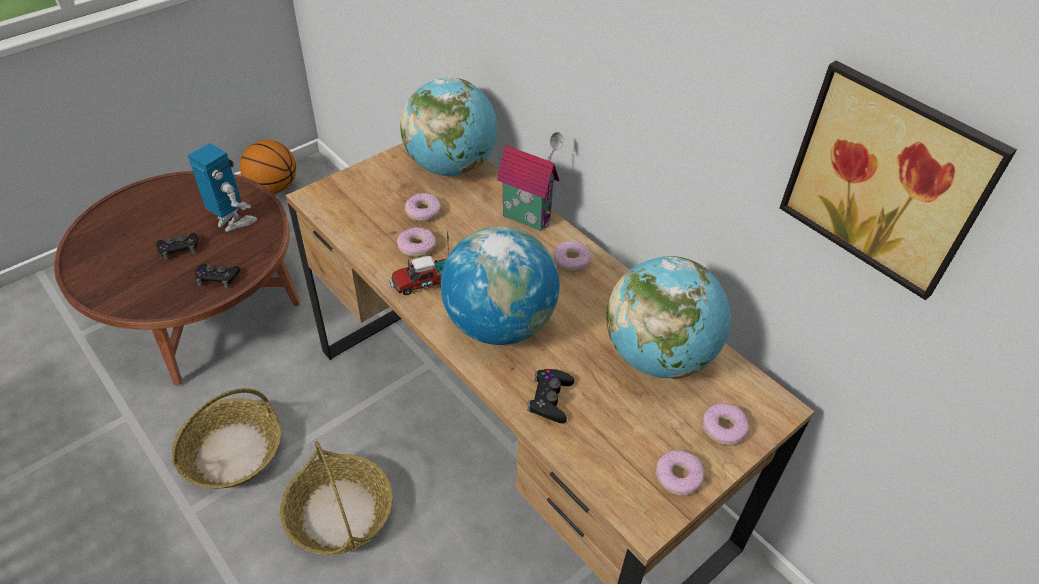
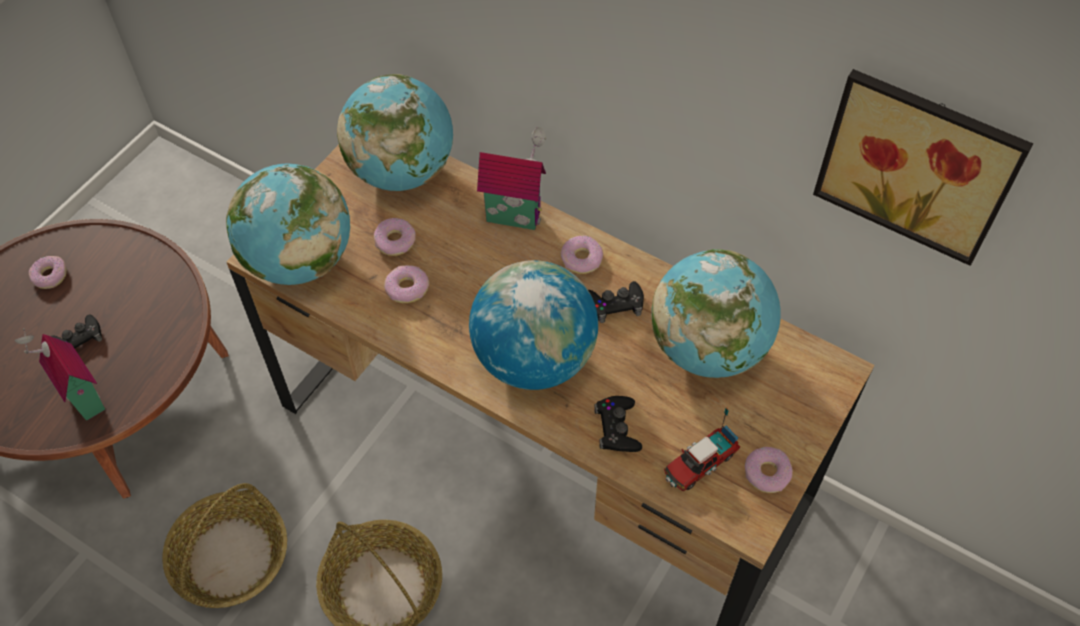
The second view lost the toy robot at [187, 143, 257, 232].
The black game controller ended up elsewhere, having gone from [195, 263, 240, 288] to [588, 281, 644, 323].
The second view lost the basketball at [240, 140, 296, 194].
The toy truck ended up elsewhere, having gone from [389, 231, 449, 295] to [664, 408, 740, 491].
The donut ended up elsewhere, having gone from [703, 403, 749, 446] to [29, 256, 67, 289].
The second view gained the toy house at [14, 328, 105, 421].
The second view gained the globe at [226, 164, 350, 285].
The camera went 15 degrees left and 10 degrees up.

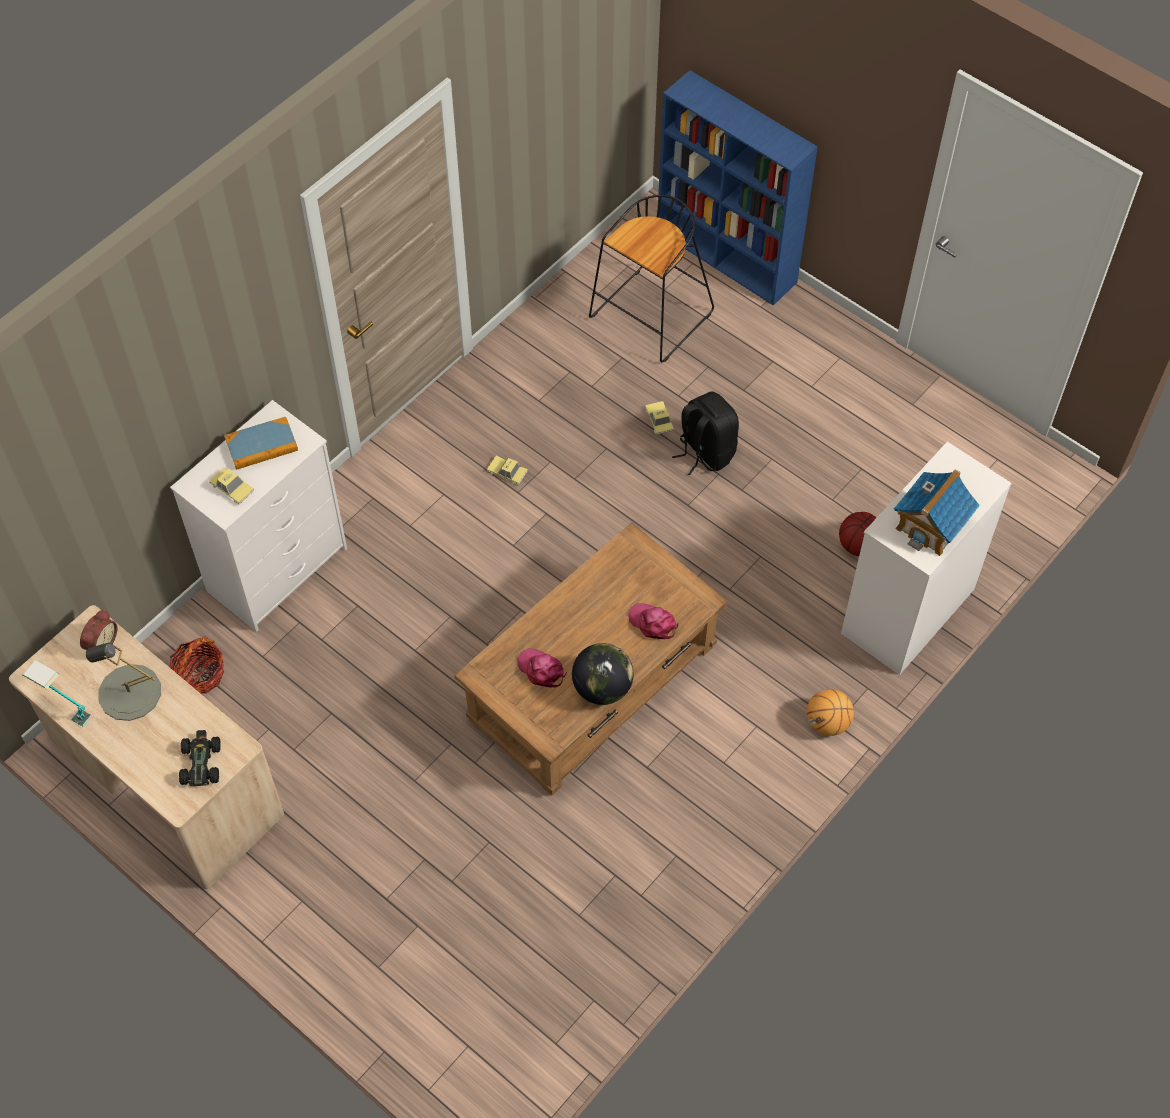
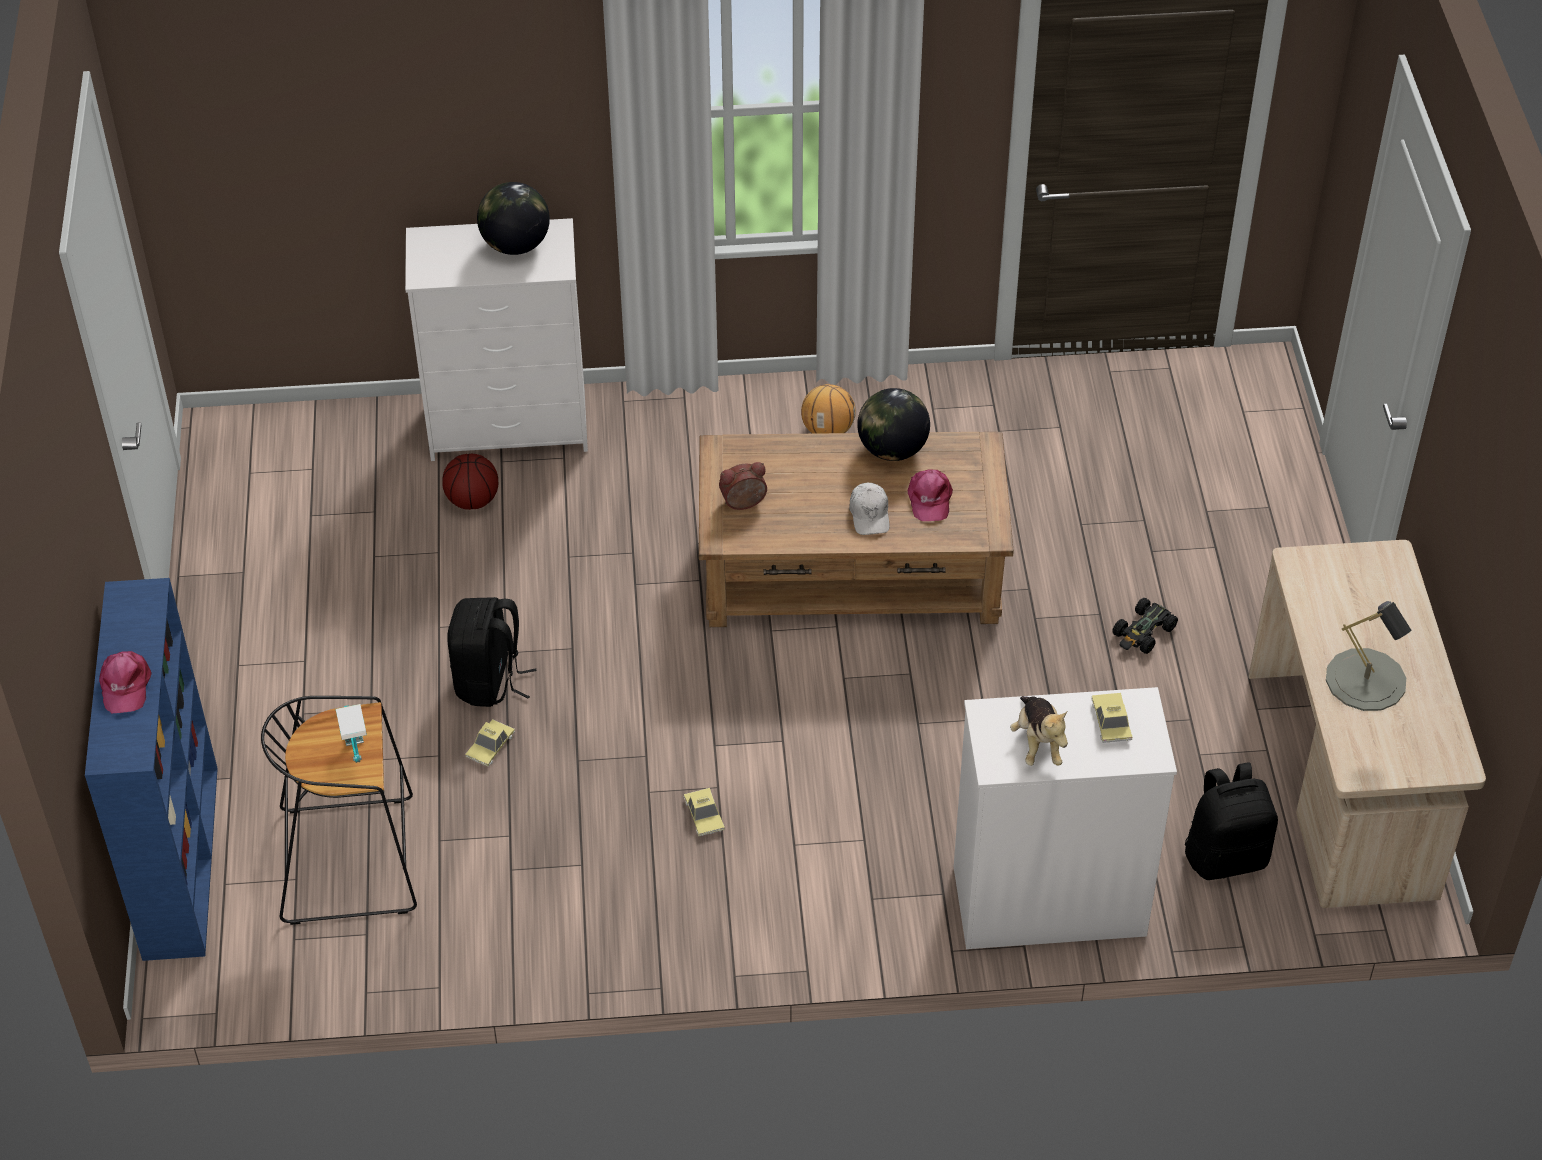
The table lamp ended up elsewhere, having gone from [23, 660, 92, 727] to [336, 704, 367, 763].
The alarm clock ended up elsewhere, having gone from [80, 610, 117, 650] to [719, 462, 767, 510].
Where the basket stood at [170, 636, 224, 693], the black backpack came to stand at [1185, 762, 1278, 880].
The black toy car ended up elsewhere, having gone from [179, 730, 221, 786] to [1113, 598, 1178, 654].
Where the book stood at [224, 417, 298, 470], the plush toy came to stand at [1010, 696, 1068, 766].
The pink cap ended up elsewhere, having gone from [628, 603, 679, 640] to [99, 651, 152, 713].
The basketball ended up elsewhere, having gone from [807, 689, 854, 736] to [801, 384, 856, 434].
Where the toy house stood at [894, 469, 980, 556], the globe came to stand at [477, 182, 550, 255].
The second view gained the white cap at [849, 483, 889, 535].
The camera went 135 degrees left and 10 degrees down.

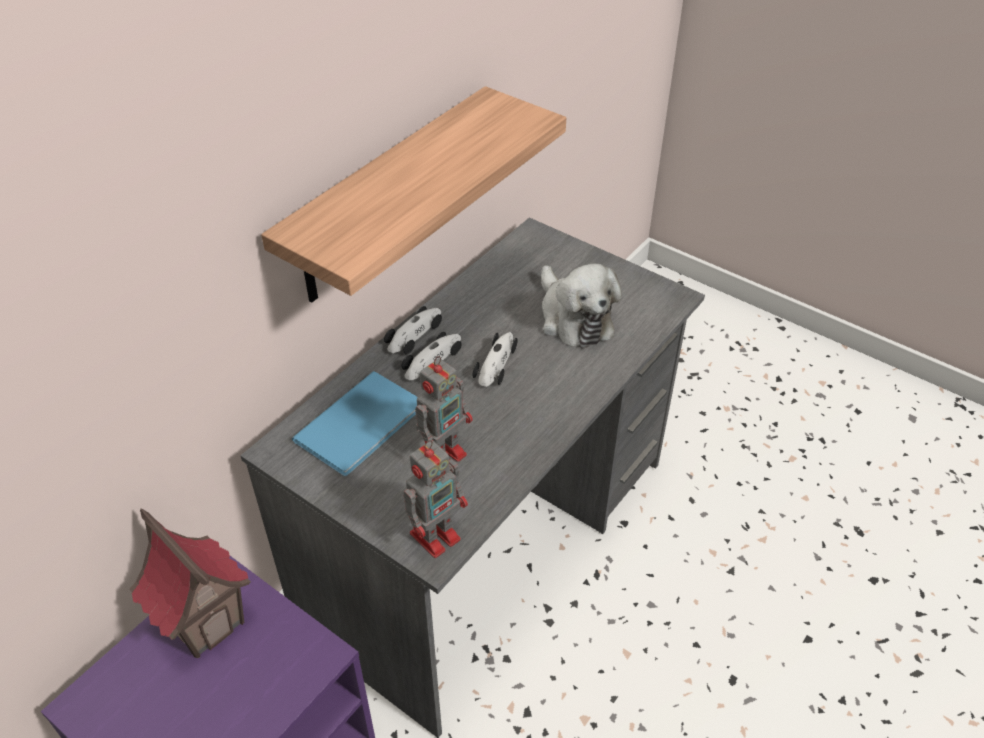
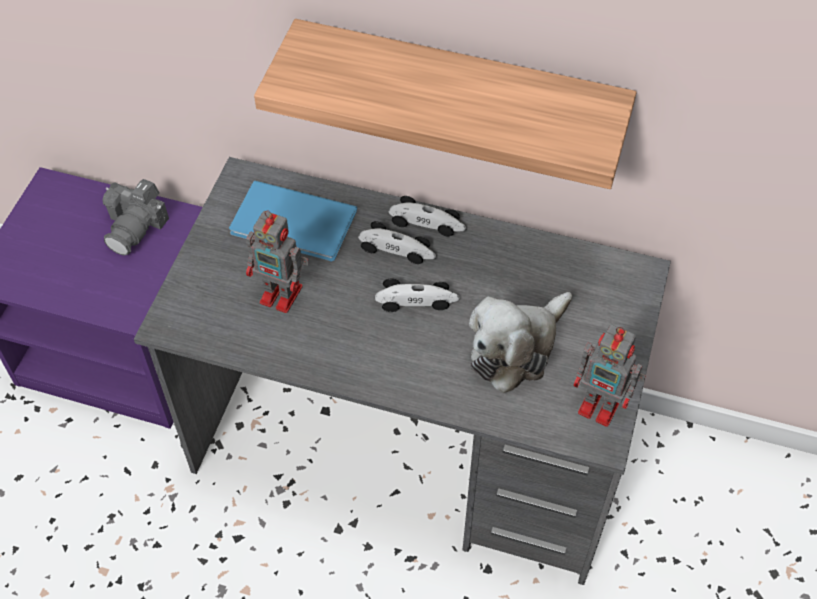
Where the toy house stood at [129, 508, 251, 658], the photo camera came to stand at [103, 179, 169, 256].
The toy robot ended up elsewhere, having gone from [403, 440, 468, 558] to [573, 324, 646, 427].
The camera went 70 degrees right and 10 degrees up.

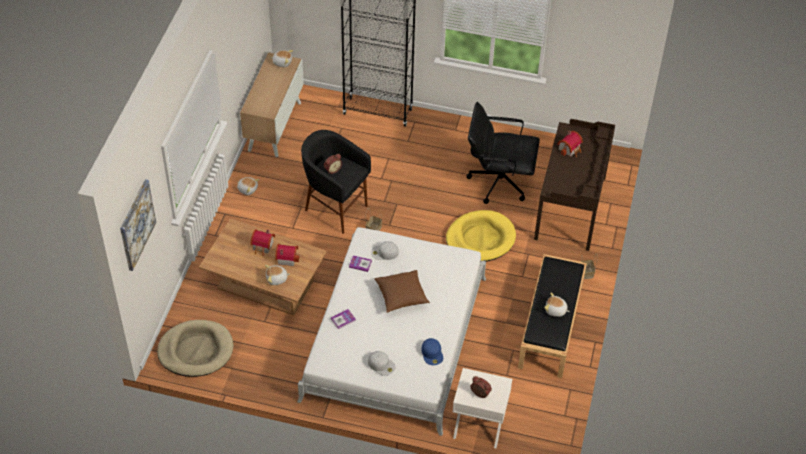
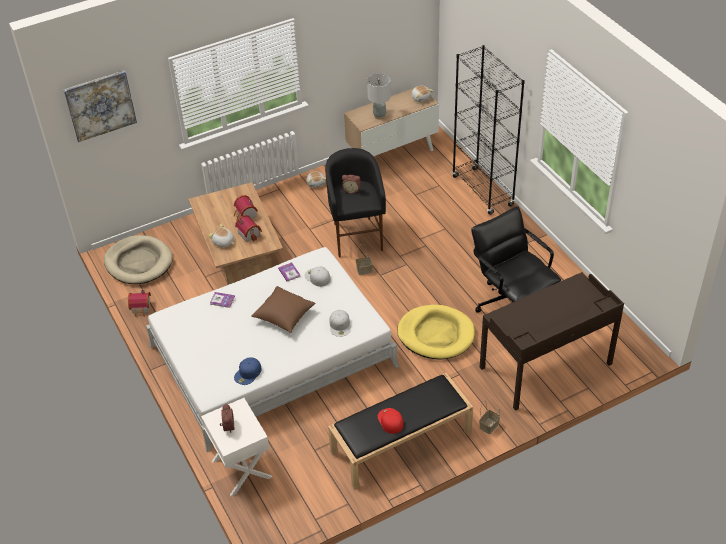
The white cap ended up elsewhere, having gone from [368, 351, 395, 376] to [330, 310, 351, 337].
Where the plush toy stood at [544, 293, 570, 317], the red cap came to stand at [378, 408, 404, 434].
The toy house ended up elsewhere, having gone from [557, 130, 583, 157] to [128, 289, 151, 317].
The second view gained the grey table lamp at [367, 73, 391, 119].
The camera went 50 degrees right and 5 degrees down.

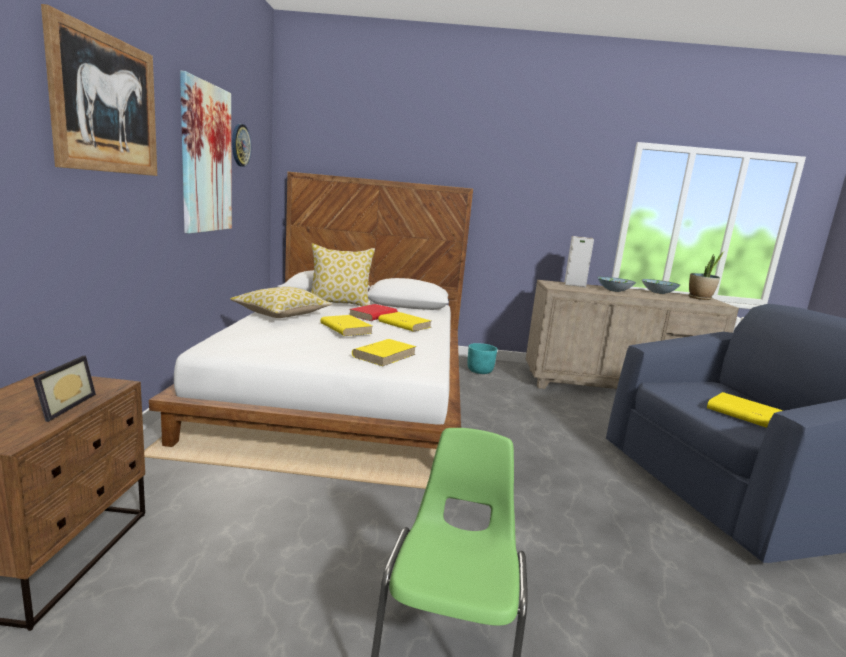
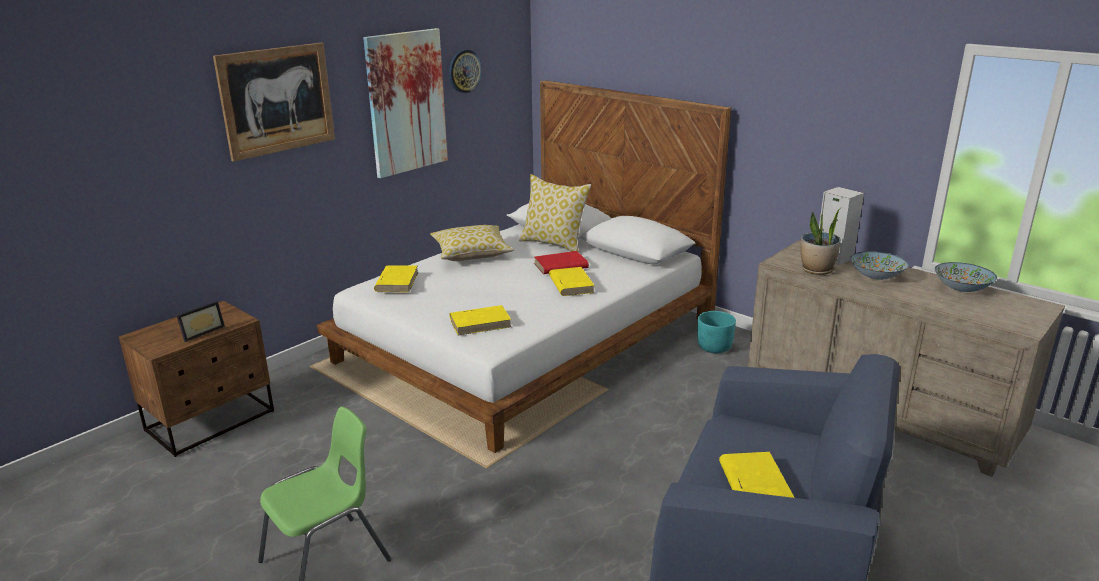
The yellow book ended up elsewhere, having gone from [320, 315, 373, 336] to [374, 266, 418, 292].
The potted plant ended up elsewhere, having gone from [689, 251, 725, 300] to [801, 208, 841, 275].
The camera went 40 degrees right and 10 degrees up.

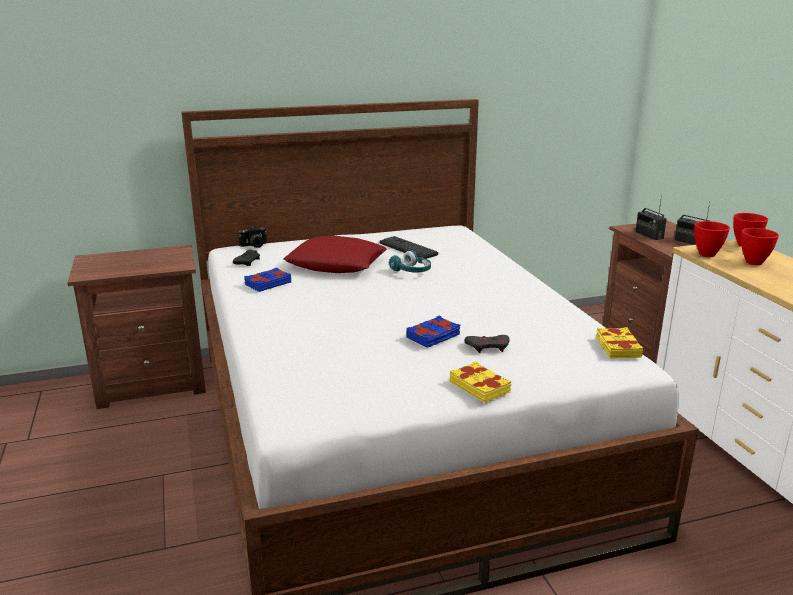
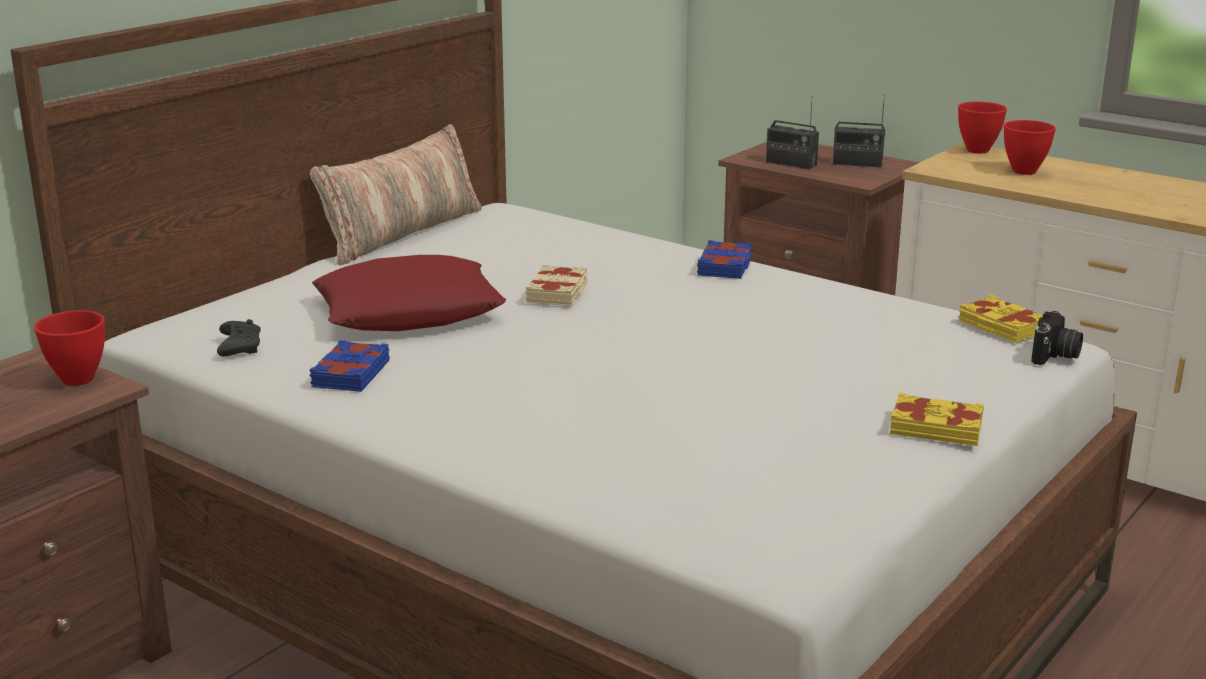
The photo camera ended up elsewhere, having gone from [238, 226, 267, 248] to [1031, 311, 1083, 365].
The second view lost the keyboard at [379, 236, 438, 259].
Where the turquoise headphones stood at [389, 250, 431, 273], the beige book came to stand at [526, 264, 588, 306].
The blue book ended up elsewhere, having gone from [406, 316, 460, 348] to [697, 240, 751, 279].
The second view lost the grey game controller at [465, 335, 510, 353].
The red bowl ended up elsewhere, having gone from [694, 221, 730, 257] to [34, 310, 105, 386].
The second view gained the pillow at [310, 124, 482, 265].
The camera went 35 degrees left and 0 degrees up.

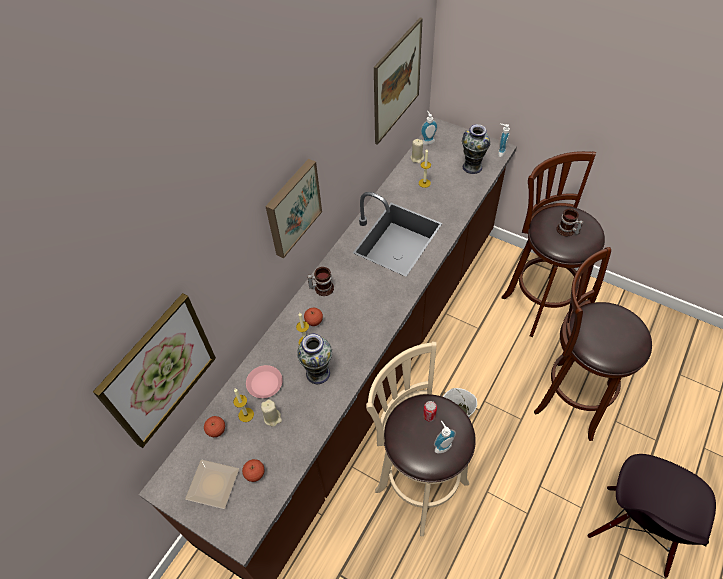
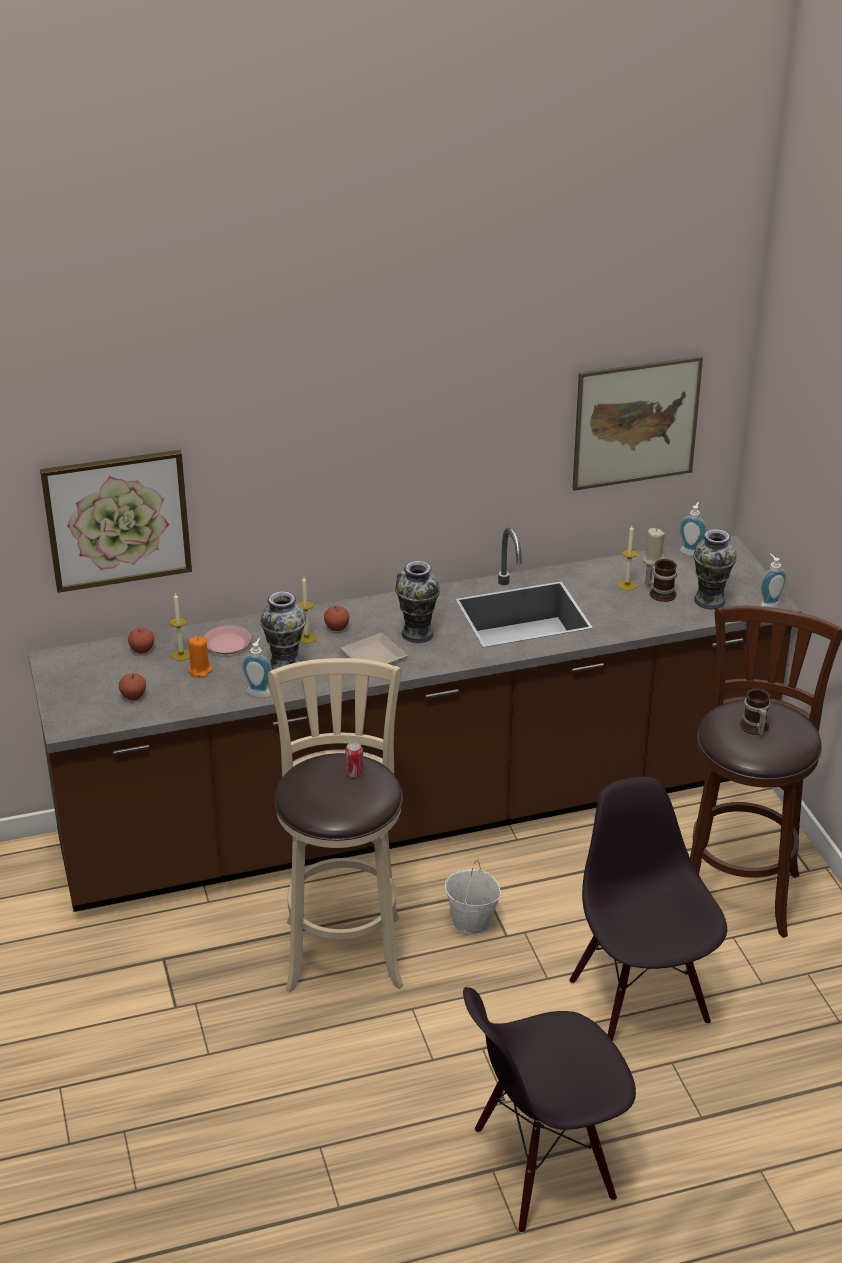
The plate ended up elsewhere, having gone from [185, 459, 239, 509] to [340, 633, 408, 664].
What was the beige candle at [261, 399, 282, 427] turned into the orange candle at [188, 636, 212, 677].
The second view lost the picture at [265, 159, 322, 258].
The mug ended up elsewhere, having gone from [307, 267, 334, 296] to [645, 559, 677, 602].
The soap dispenser ended up elsewhere, having gone from [434, 421, 456, 453] to [242, 637, 272, 698].
Where the brown stool stood at [534, 247, 652, 441], the black chair came to stand at [569, 777, 727, 1041].
The second view gained the vase at [395, 561, 440, 643].
The camera went 40 degrees right and 20 degrees down.

